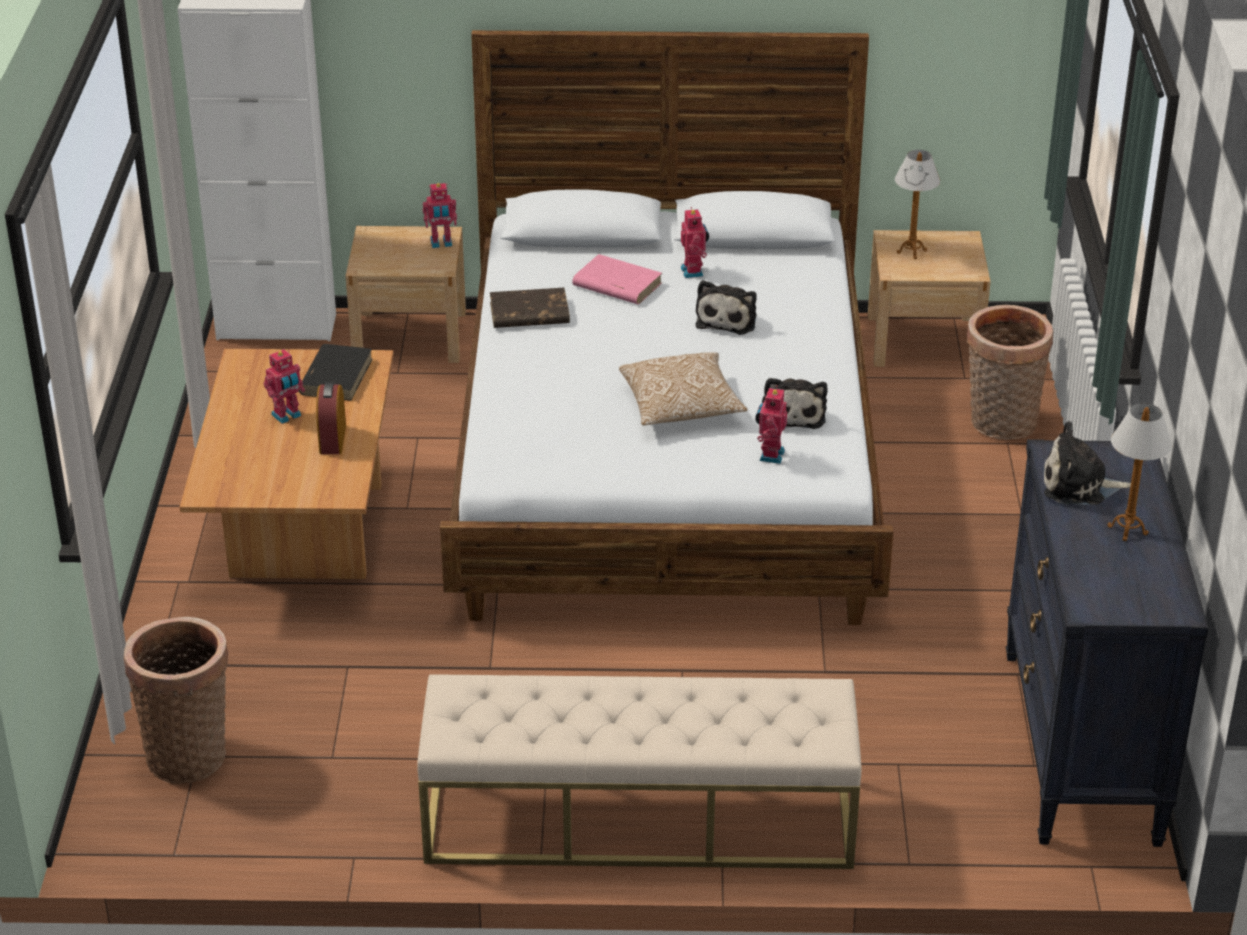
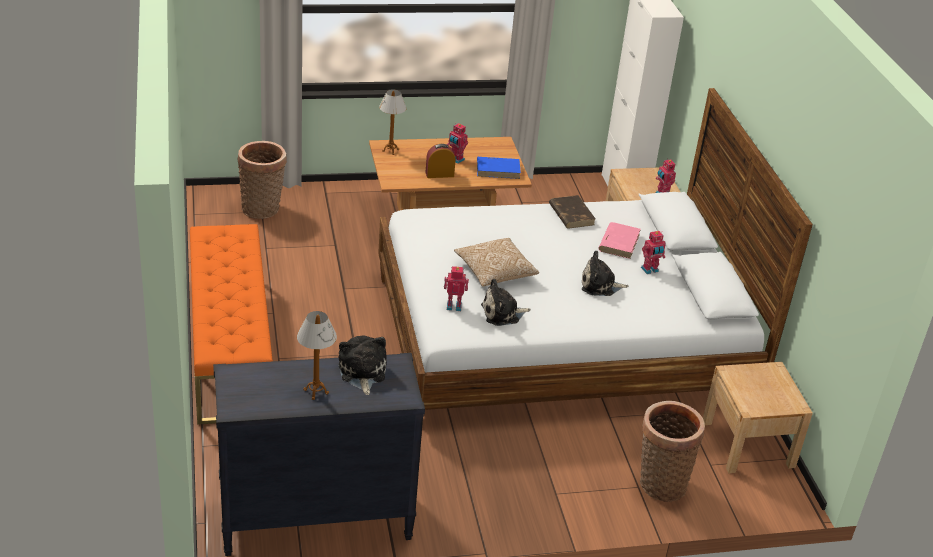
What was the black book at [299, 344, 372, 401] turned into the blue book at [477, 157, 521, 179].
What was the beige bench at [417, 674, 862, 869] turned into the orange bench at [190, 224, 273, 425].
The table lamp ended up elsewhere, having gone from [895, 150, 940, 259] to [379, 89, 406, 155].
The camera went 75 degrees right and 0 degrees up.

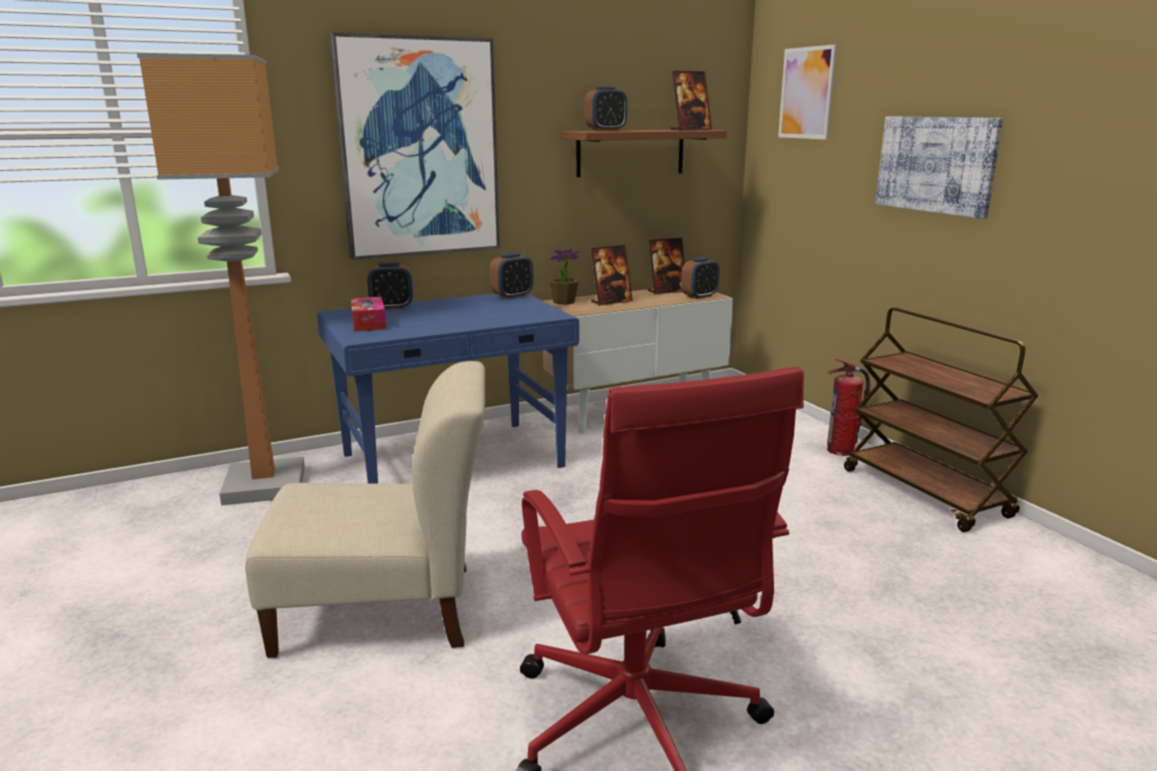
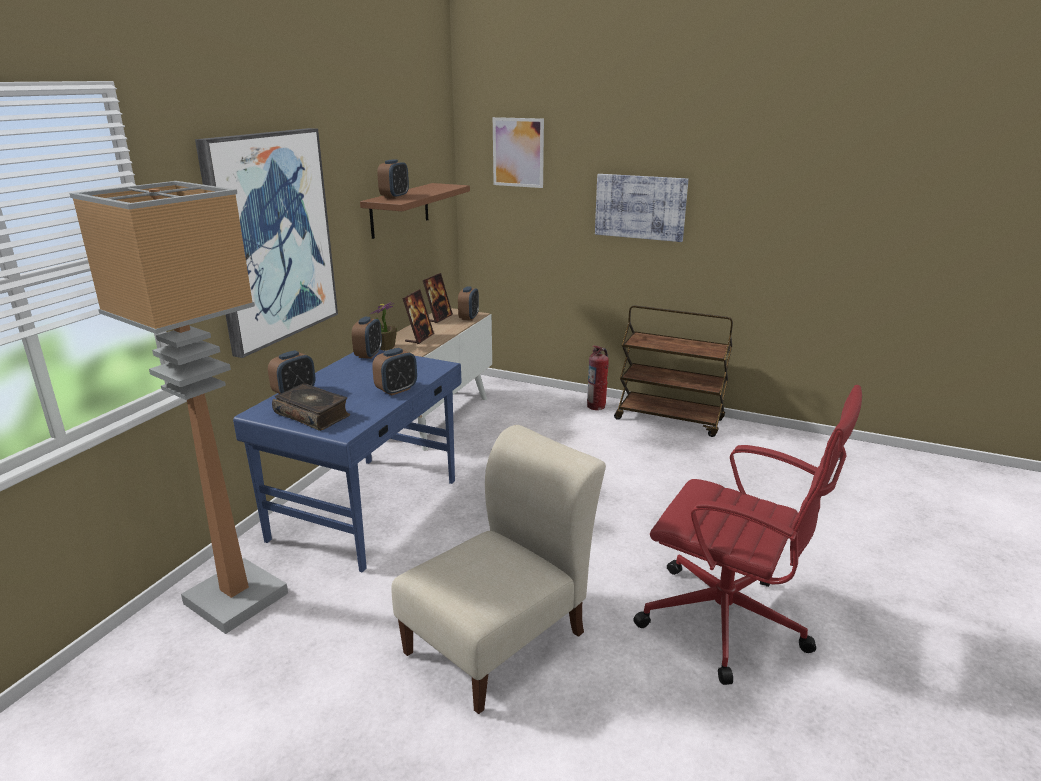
Where the tissue box stood at [351, 297, 386, 332], the book came to stand at [272, 383, 350, 431].
The second view lost the picture frame at [670, 71, 712, 130].
The second view gained the alarm clock at [372, 348, 417, 395].
The camera went 40 degrees left and 5 degrees up.

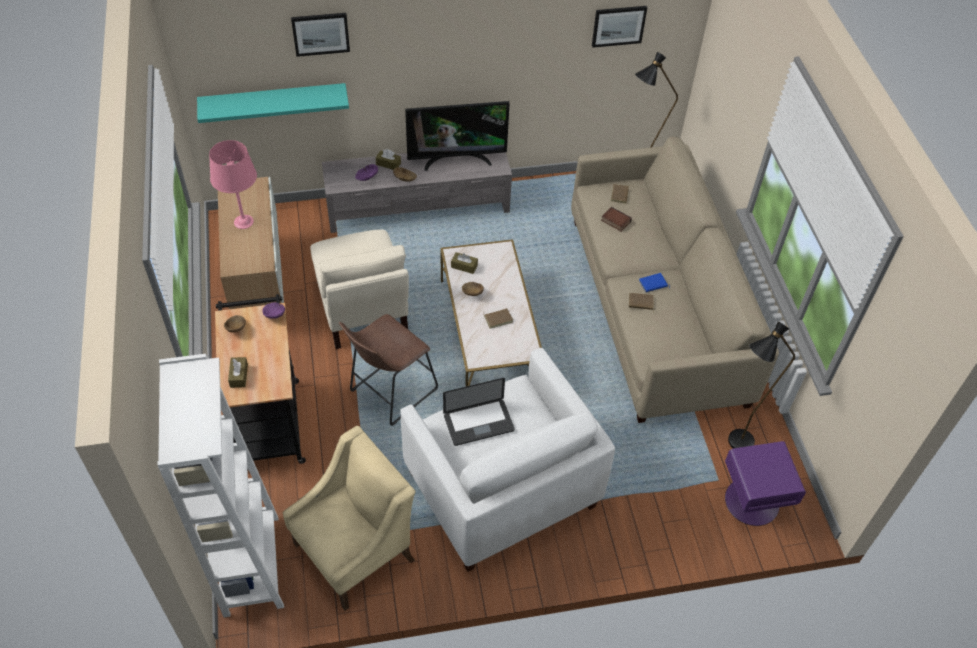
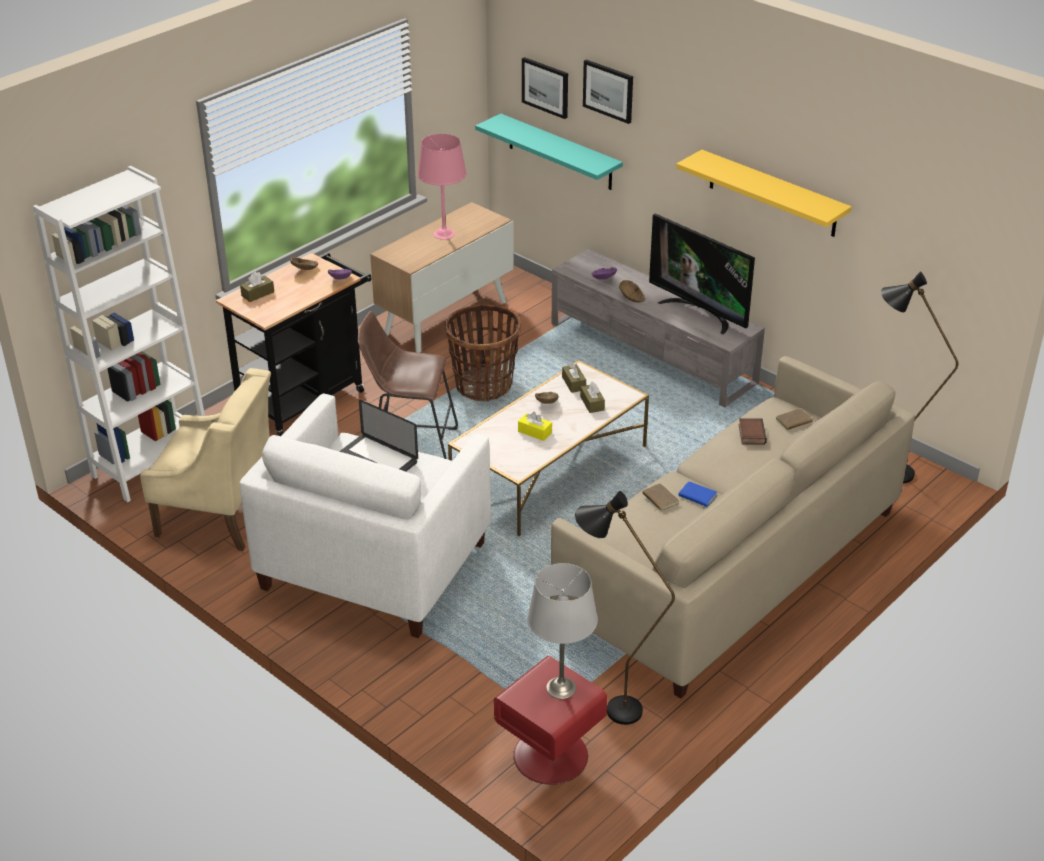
Where the beige armchair stood at [310, 229, 409, 349], the basket came to stand at [445, 305, 521, 402].
The brown tissue box ended up elsewhere, having gone from [376, 149, 401, 170] to [580, 381, 605, 413].
Where the brown book stood at [483, 308, 513, 329], the yellow tissue box came to stand at [518, 412, 552, 441].
The picture ended up elsewhere, having gone from [592, 6, 647, 48] to [522, 57, 568, 119].
What was the purple nightstand at [725, 441, 806, 526] turned into the red nightstand at [494, 656, 608, 785].
The second view gained the grey table lamp at [527, 563, 598, 699].
The second view gained the yellow shelf at [676, 150, 852, 237].
The camera went 55 degrees right and 15 degrees down.

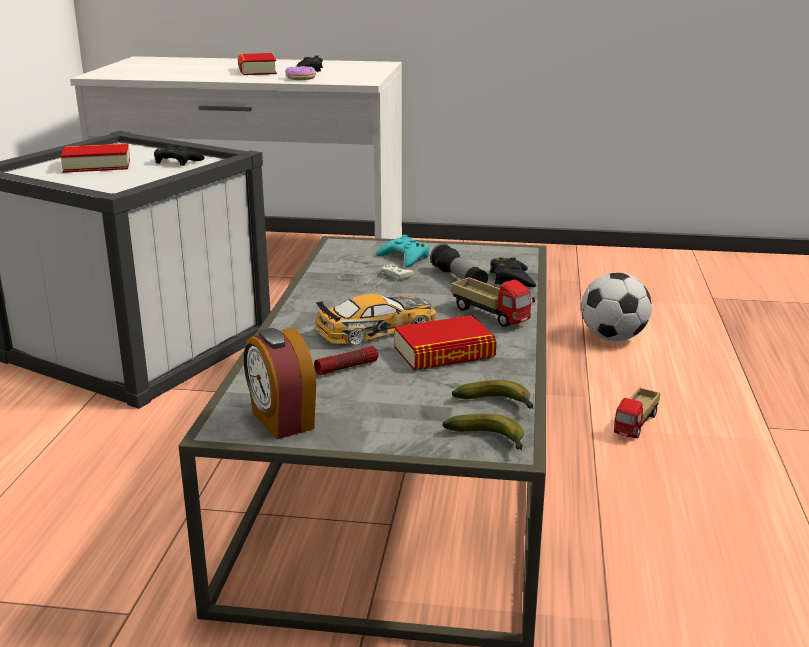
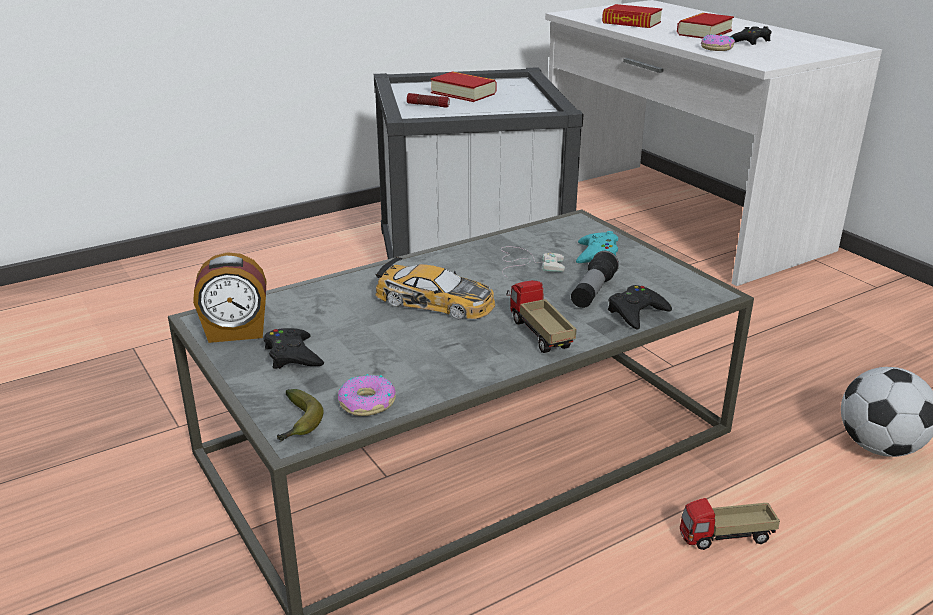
The black game controller ended up elsewhere, having gone from [154, 145, 205, 166] to [264, 328, 324, 369].
The alarm clock at [244, 328, 316, 440] ended up facing another way, 120 degrees counterclockwise from before.
The flashlight ended up elsewhere, having gone from [314, 346, 378, 375] to [407, 93, 450, 108].
The book ended up elsewhere, having gone from [395, 315, 496, 370] to [602, 4, 662, 28].
The toy truck at [451, 277, 535, 327] ended up facing another way, 150 degrees clockwise from before.
Where the banana stood at [452, 380, 534, 409], the donut came to stand at [338, 374, 396, 416].
The camera went 50 degrees right and 5 degrees up.

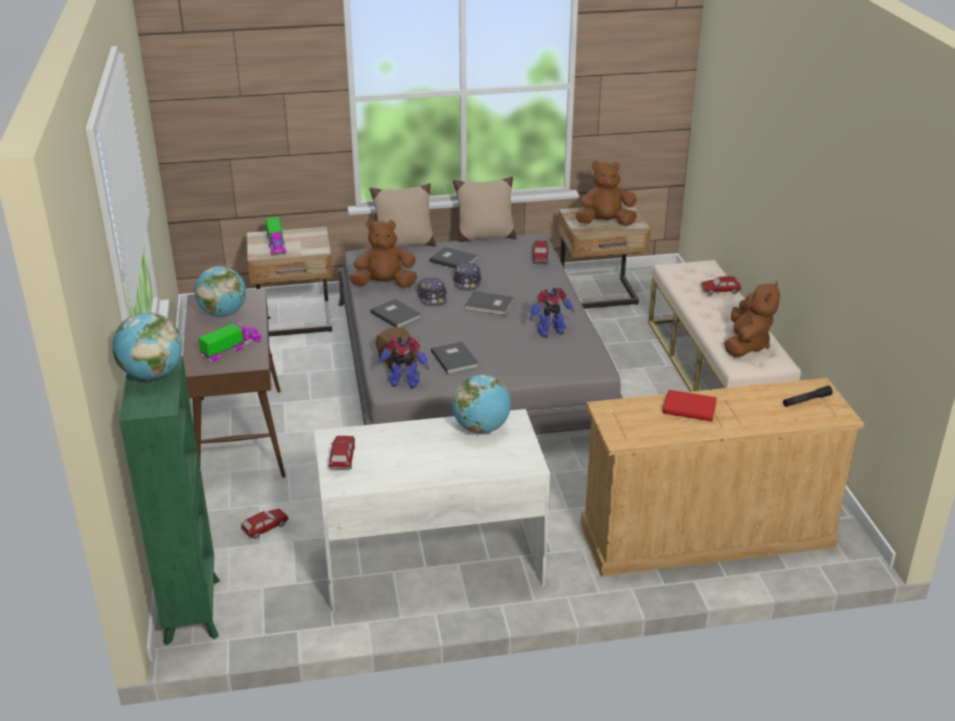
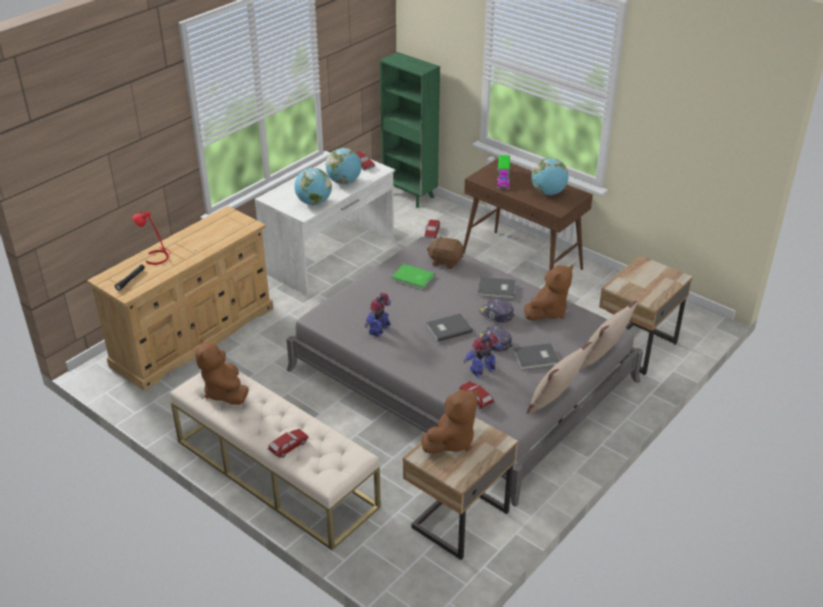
The globe ended up elsewhere, having gone from [112, 312, 182, 380] to [325, 148, 361, 184].
The second view lost the toy truck at [265, 217, 286, 256].
The toy robot ended up elsewhere, having gone from [378, 337, 429, 388] to [463, 333, 502, 377].
What was the grey book at [431, 342, 479, 374] turned into the green book at [391, 264, 435, 290].
The second view lost the red book at [663, 390, 717, 421].
The second view gained the red table lamp at [133, 211, 170, 265].
The camera went 140 degrees right and 5 degrees up.

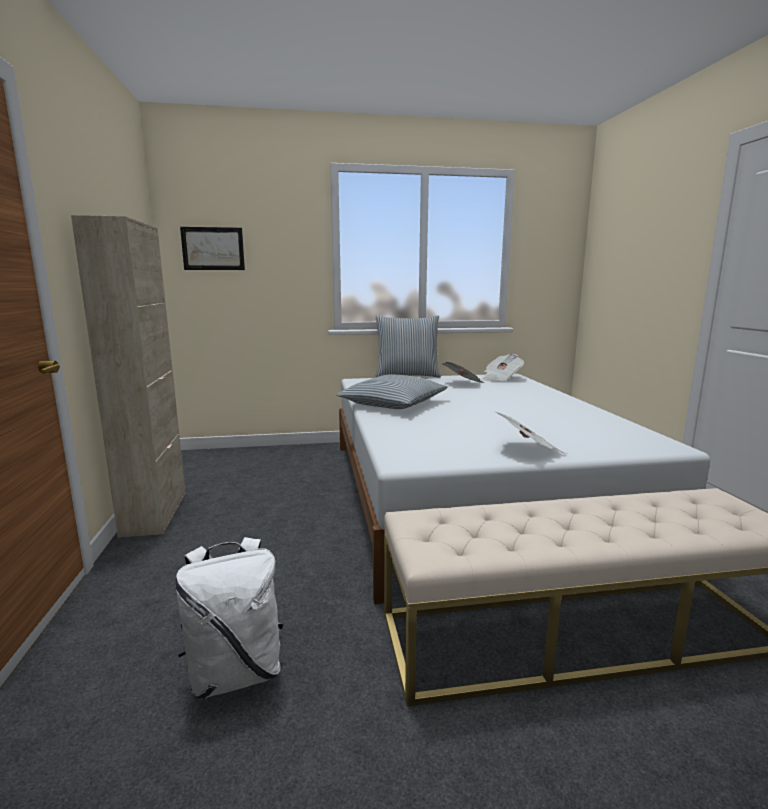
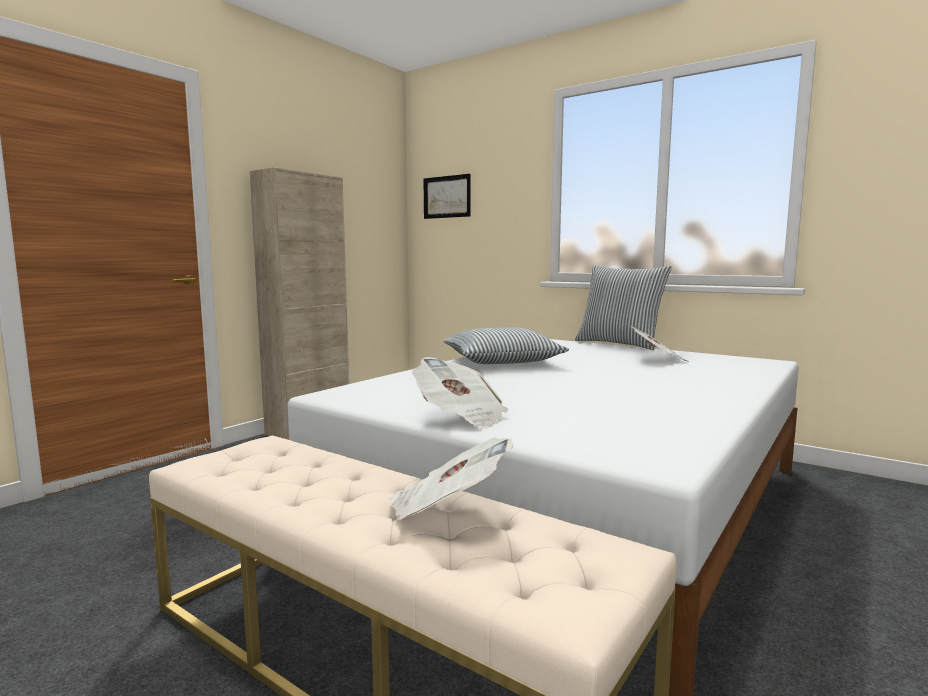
The second view lost the white backpack at [175, 537, 284, 699].
The newspaper ended up elsewhere, having gone from [483, 354, 524, 381] to [390, 437, 513, 521].
The camera went 45 degrees right and 5 degrees down.

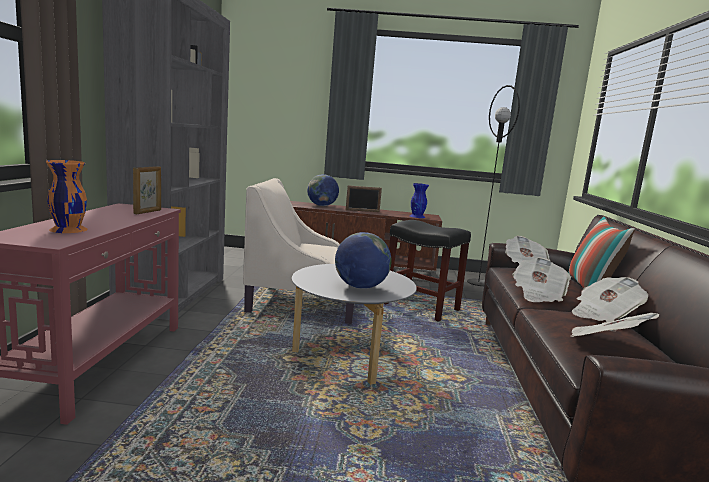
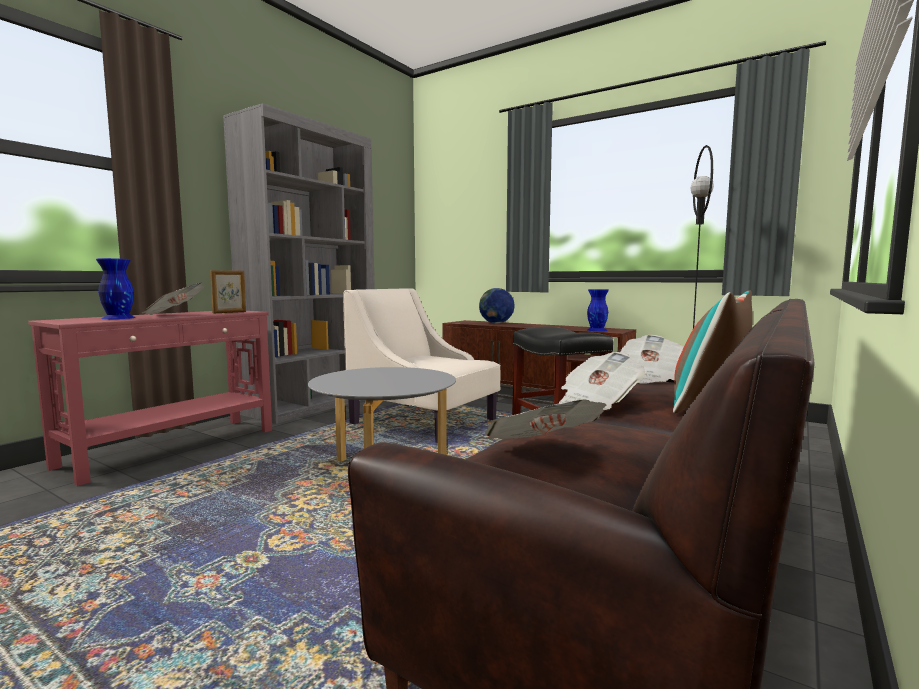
What was the orange vase at [46, 160, 88, 233] turned into the blue vase at [96, 258, 136, 319].
The second view lost the globe at [335, 232, 392, 289].
The second view lost the picture frame at [346, 185, 382, 212].
The newspaper ended up elsewhere, having gone from [572, 277, 648, 322] to [142, 282, 204, 315].
The camera went 30 degrees right and 5 degrees down.

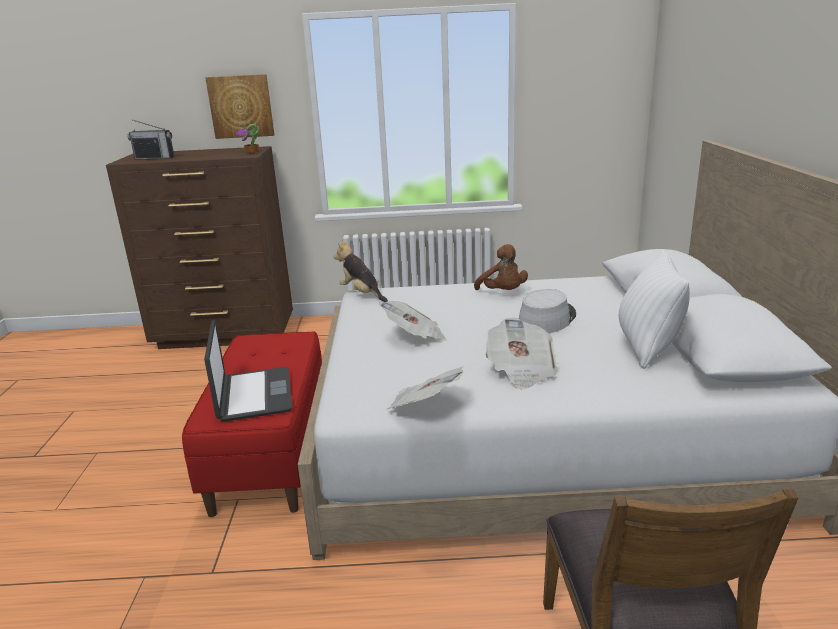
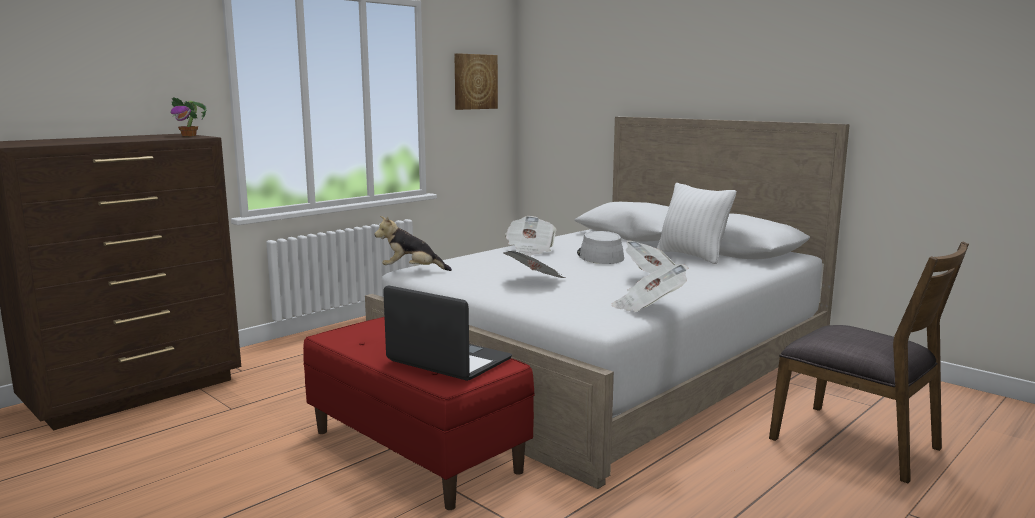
The second view lost the radio at [127, 120, 174, 160].
The picture ended up elsewhere, having gone from [205, 74, 274, 139] to [454, 53, 498, 110].
Where the brown plush toy stood at [474, 244, 528, 290], the newspaper came to stand at [505, 216, 556, 256].
The camera went 45 degrees left and 10 degrees down.

